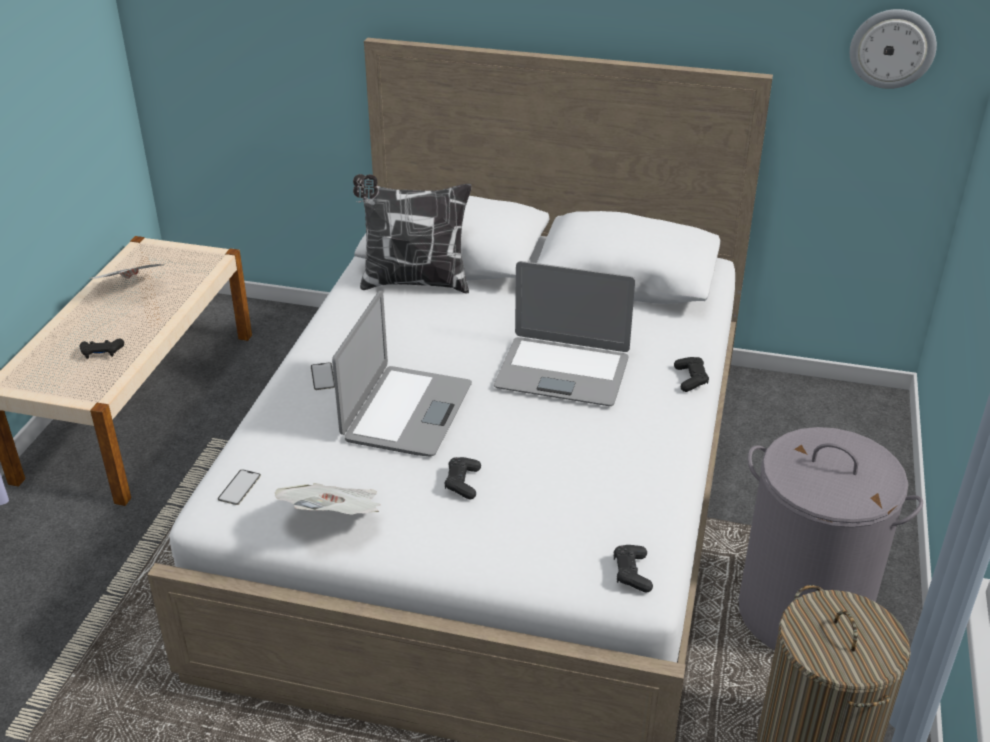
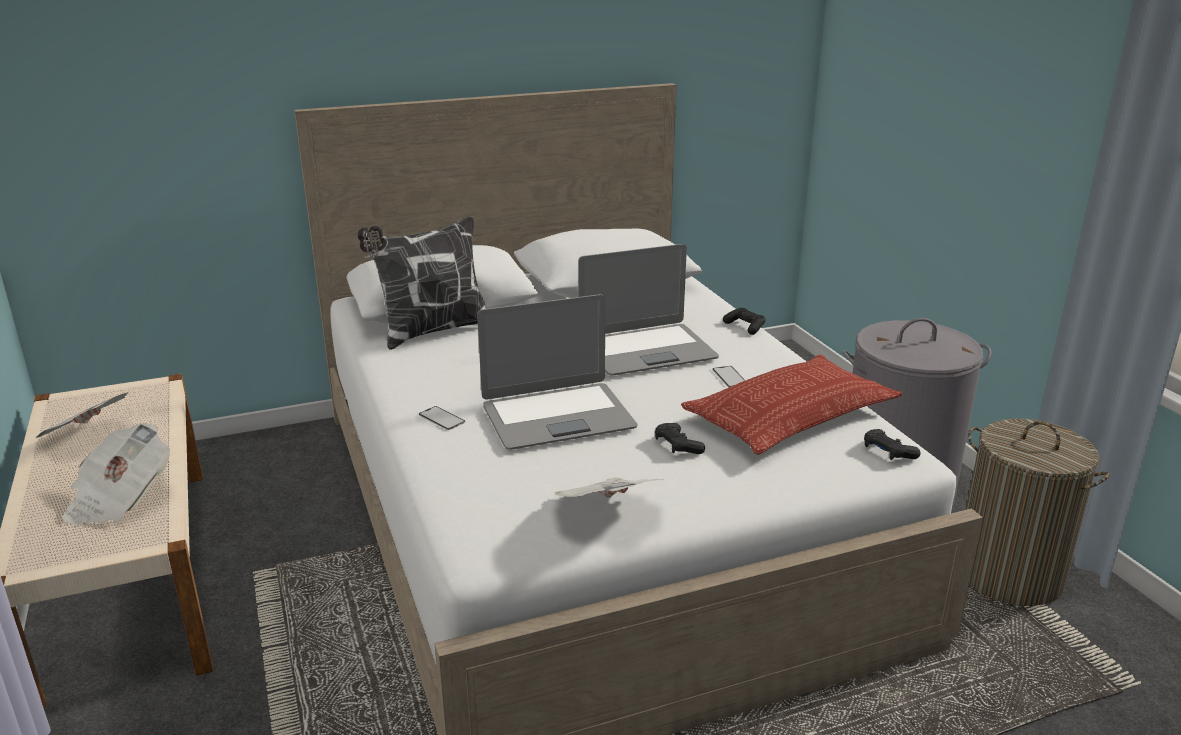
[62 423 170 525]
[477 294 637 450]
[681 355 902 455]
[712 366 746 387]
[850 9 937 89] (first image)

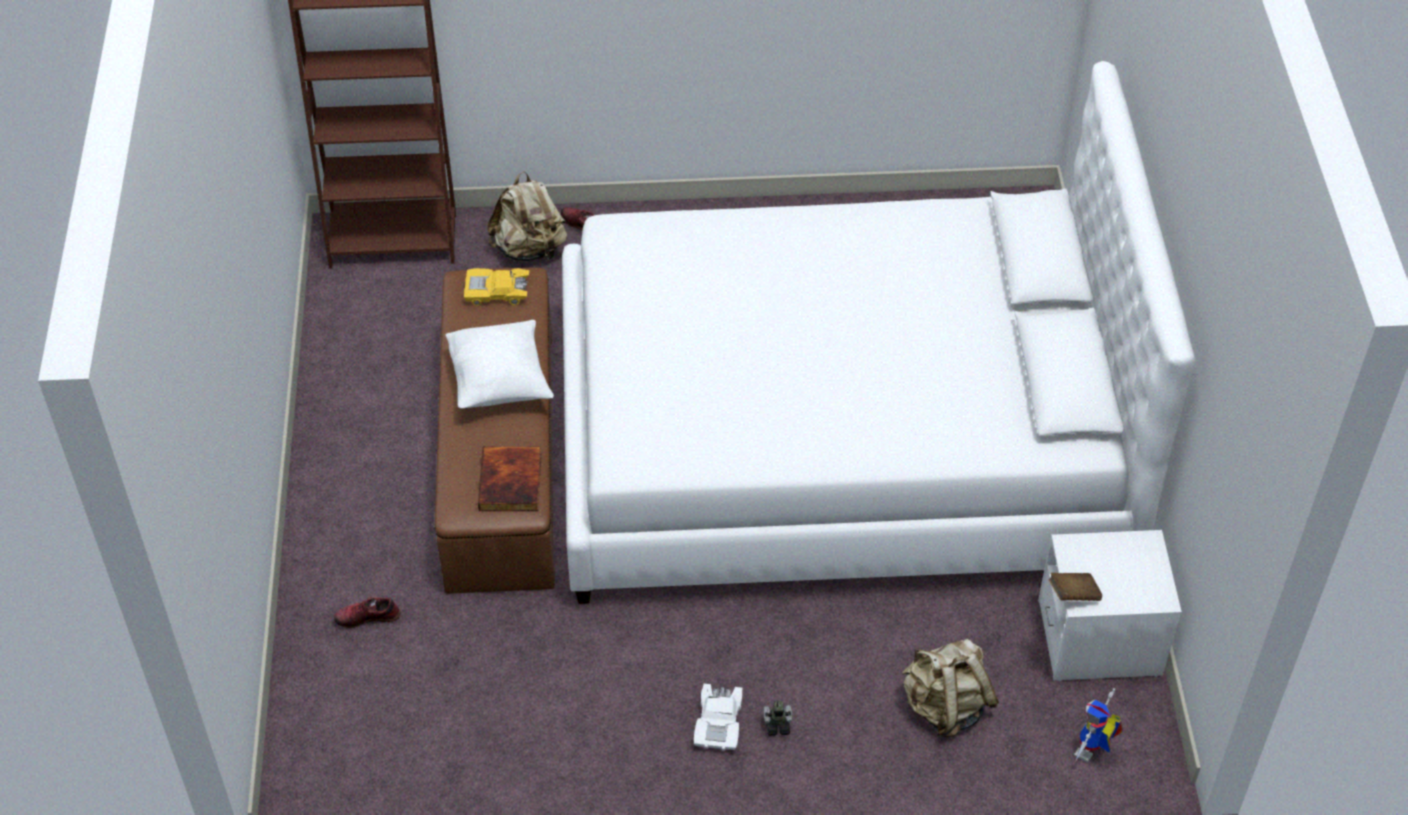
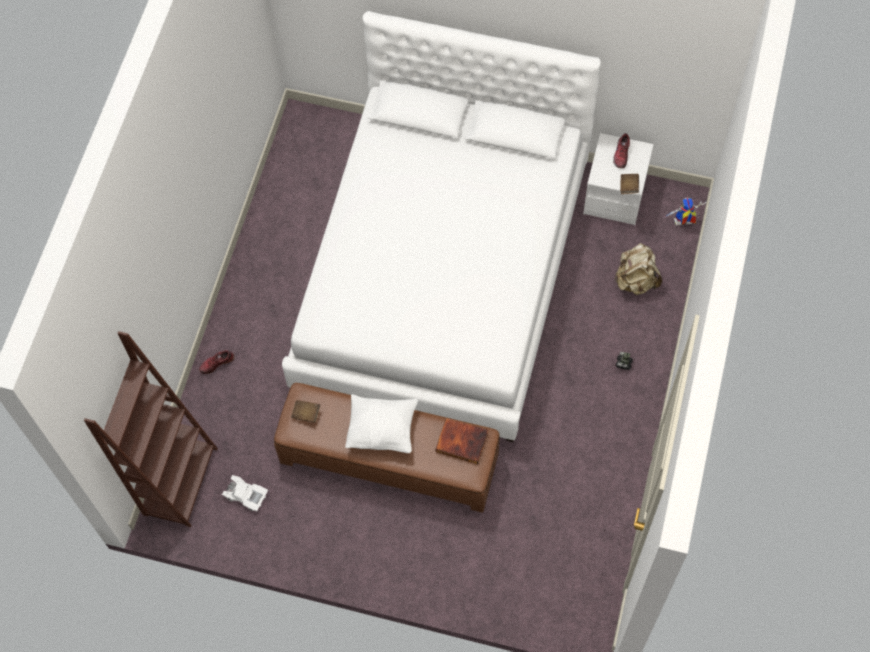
[222 475 268 511]
[291 400 320 423]
[613 133 630 168]
[665 198 706 226]
[487 171 567 262] (first image)

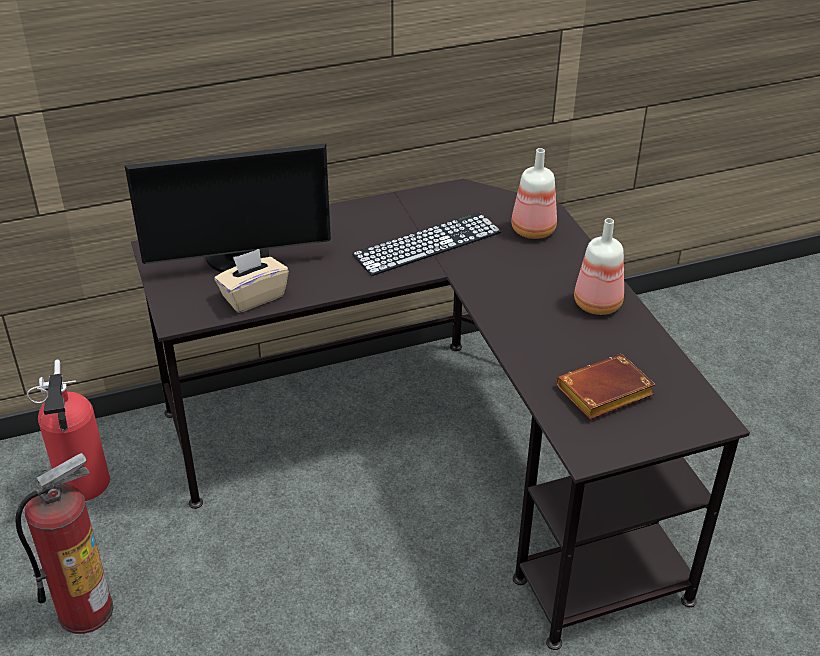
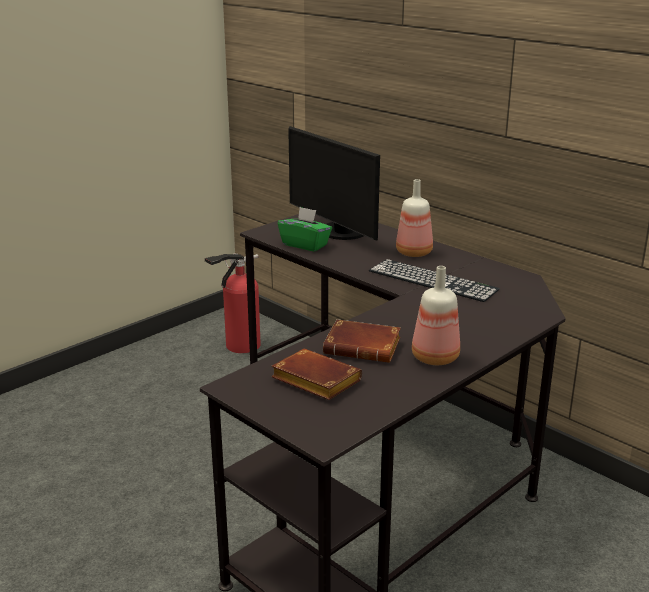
[278 207 332 251]
[323 319 401 363]
[396 179 433 257]
[16 453 114 634] (first image)

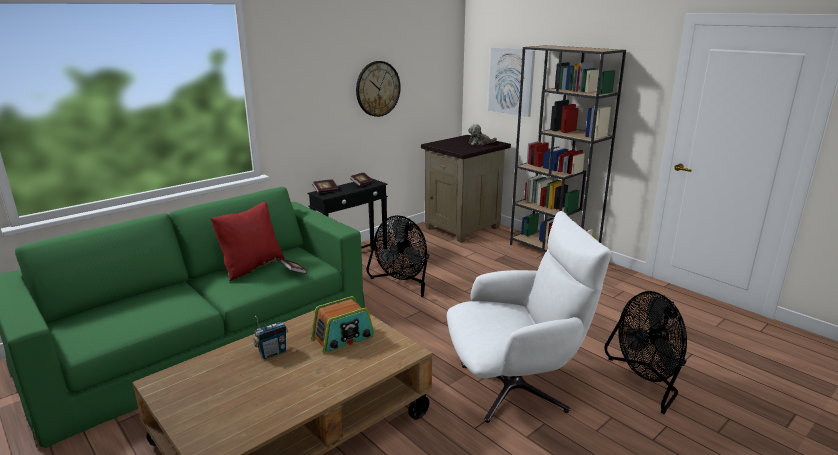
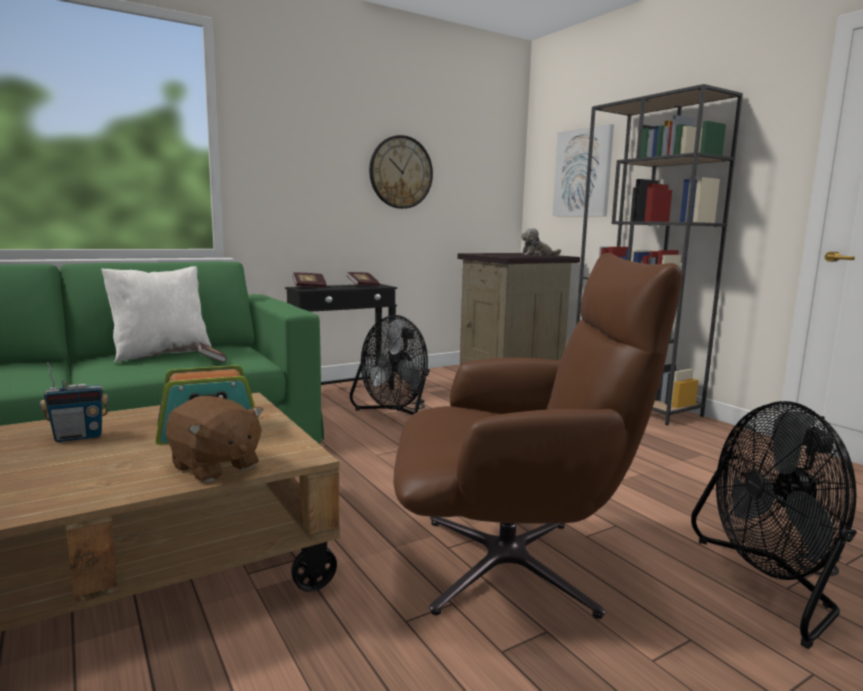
[101 266 212 363]
[166 396 263 482]
[394 253 682 619]

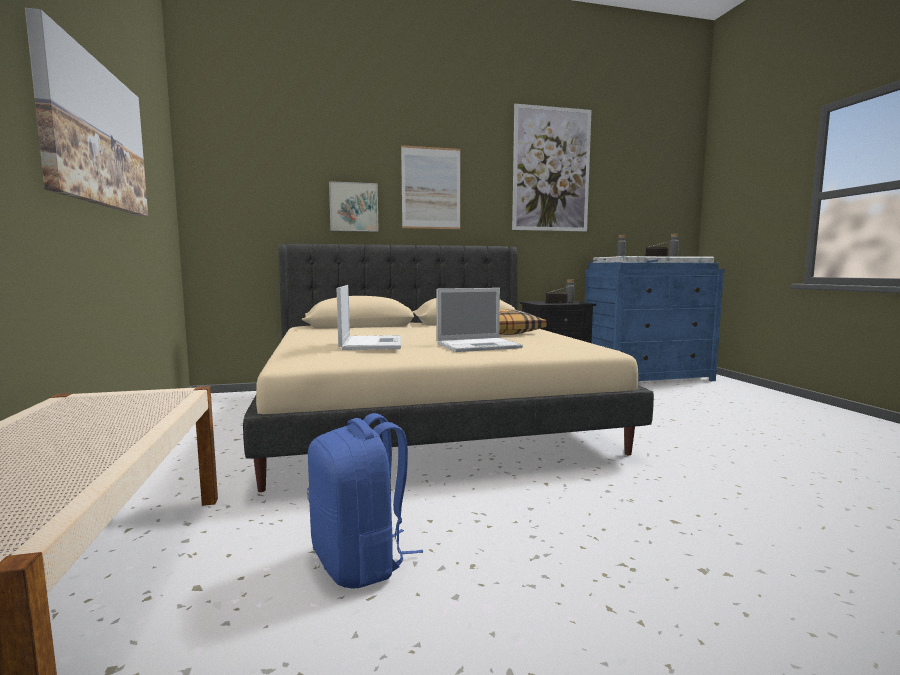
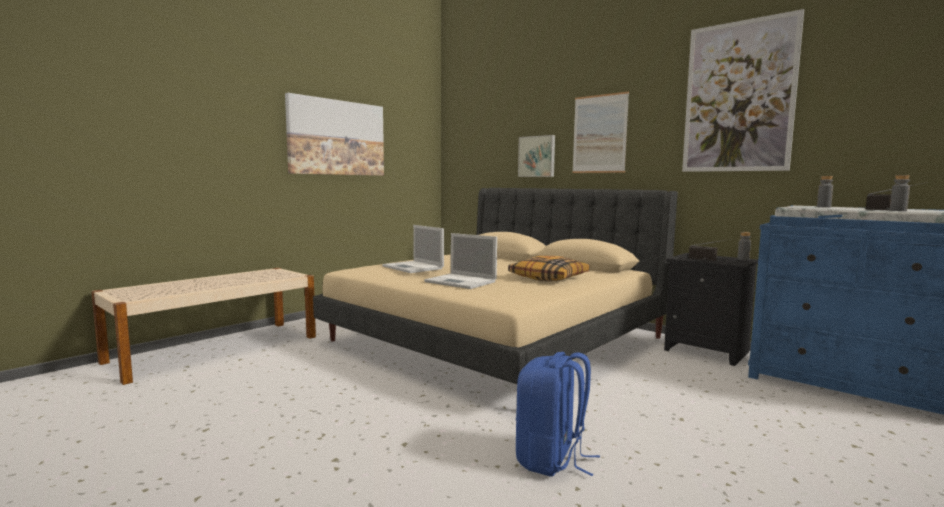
[382 225 444 273]
[516 352 600 477]

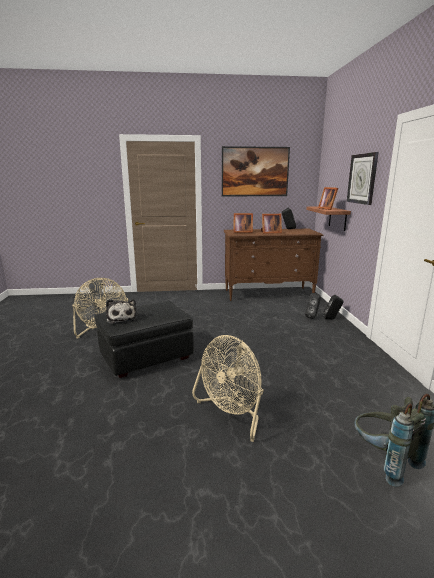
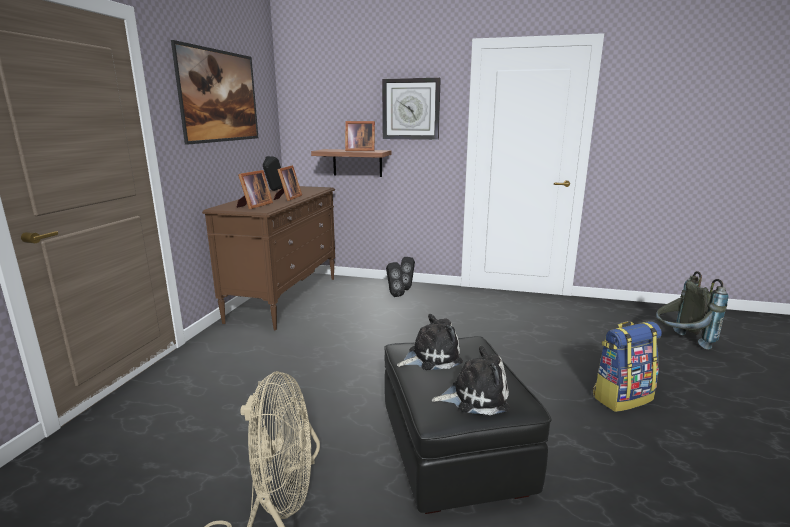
[397 314 463 370]
[593 321 662 412]

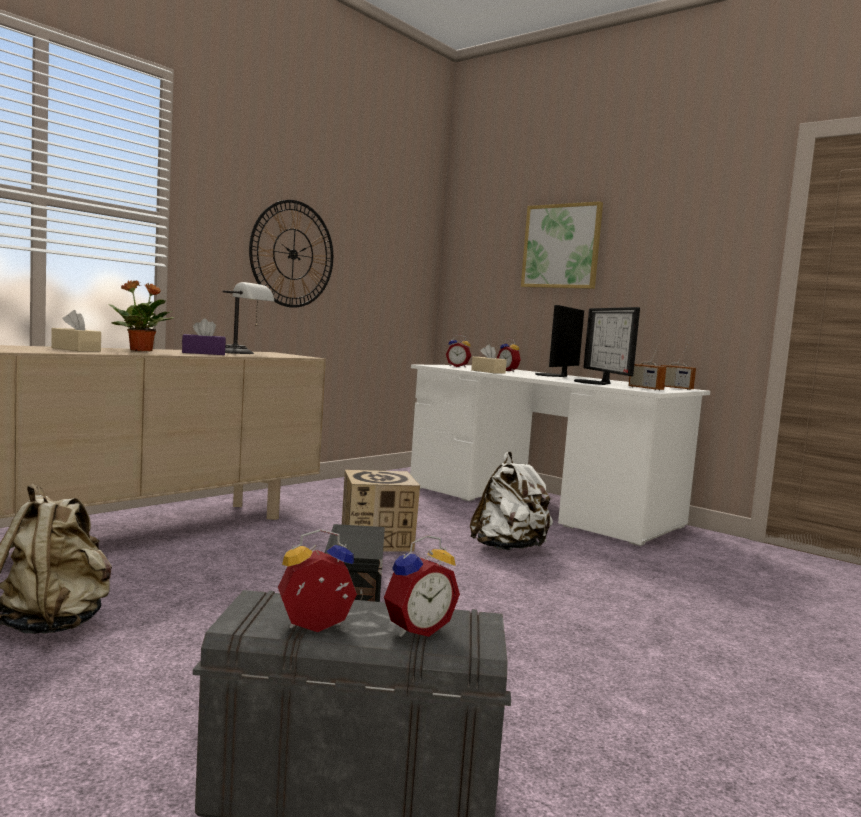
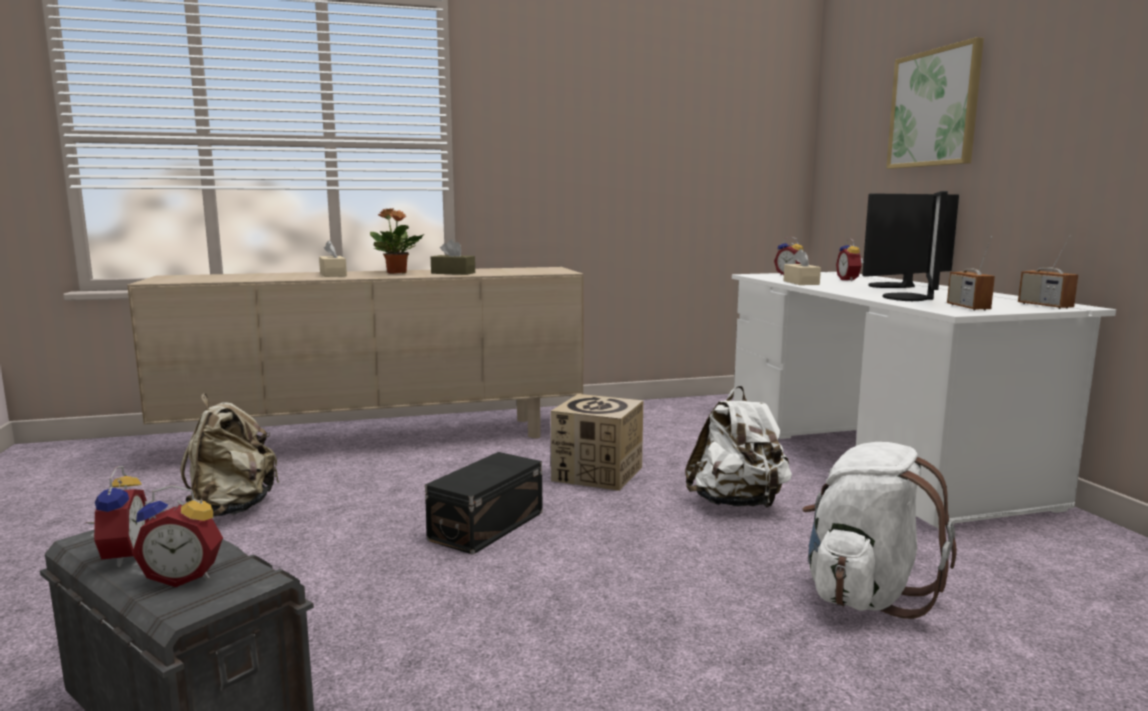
[86 466 149 567]
[431 239 475 275]
[802 442 957 619]
[222 282 274 354] (first image)
[249 200 333 308] (first image)

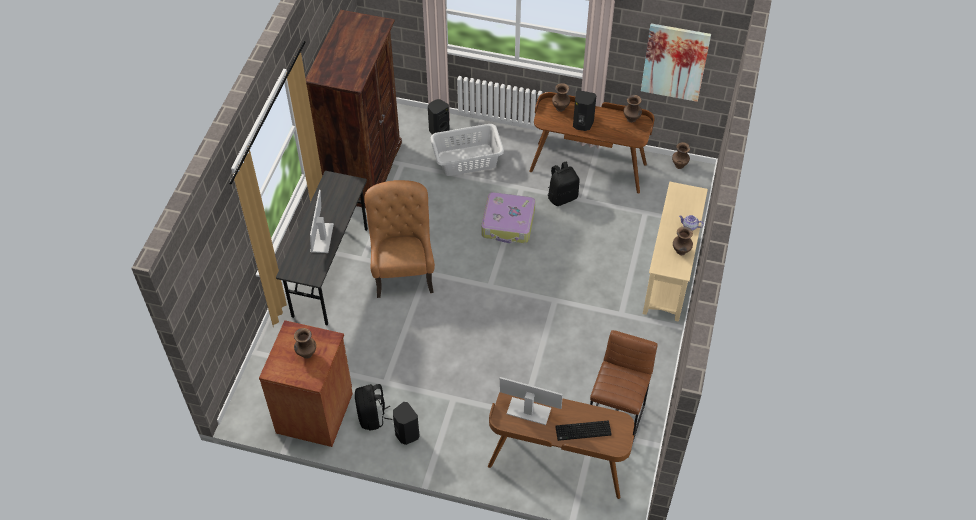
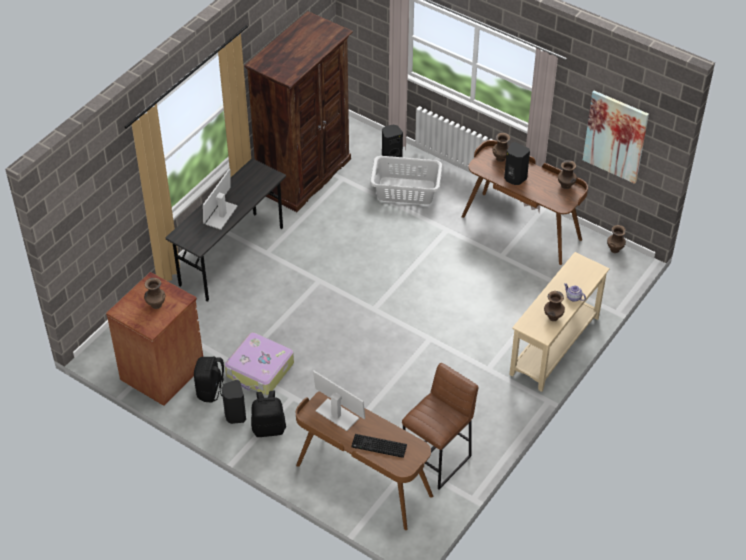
[225 332 294 395]
[251 391 286 437]
[364 180 435 298] (first image)

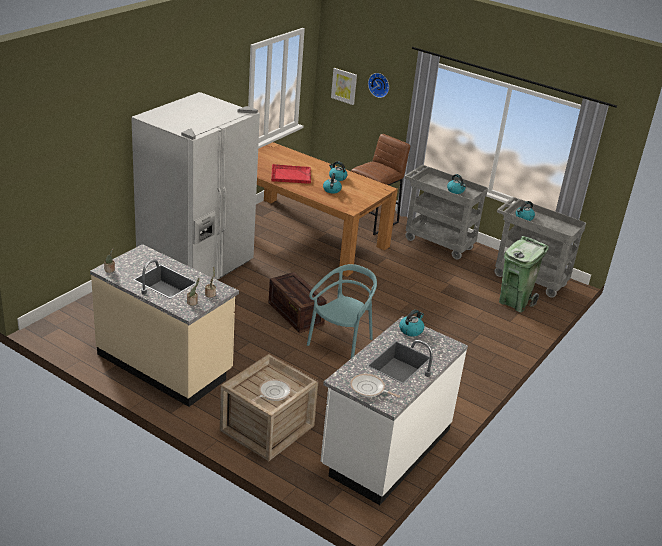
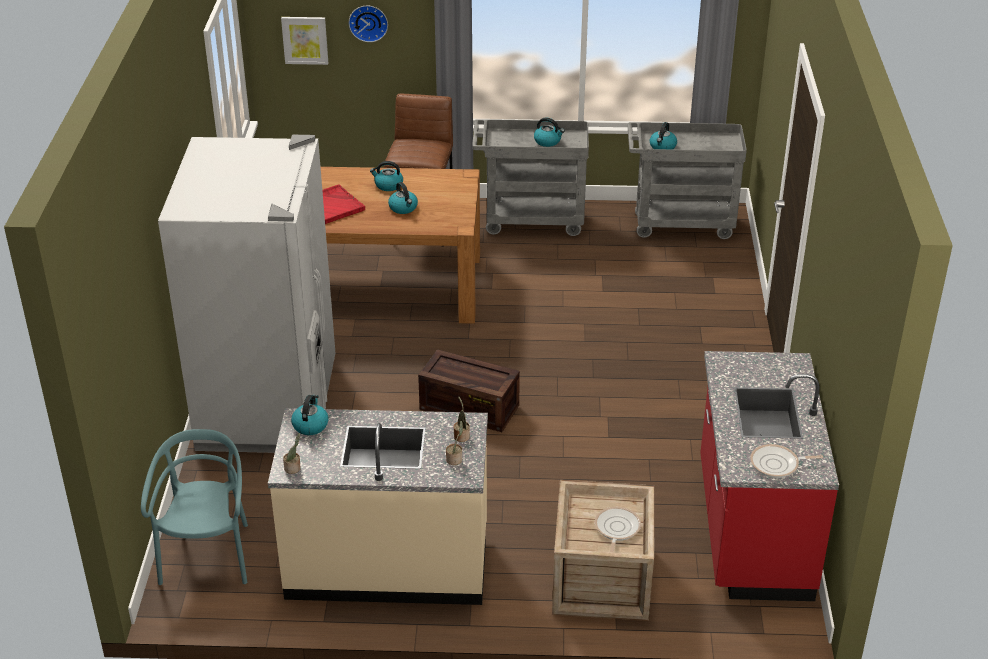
[141 429 248 585]
[291 395 329 435]
[700 351 839 601]
[499 236 549 313] (first image)

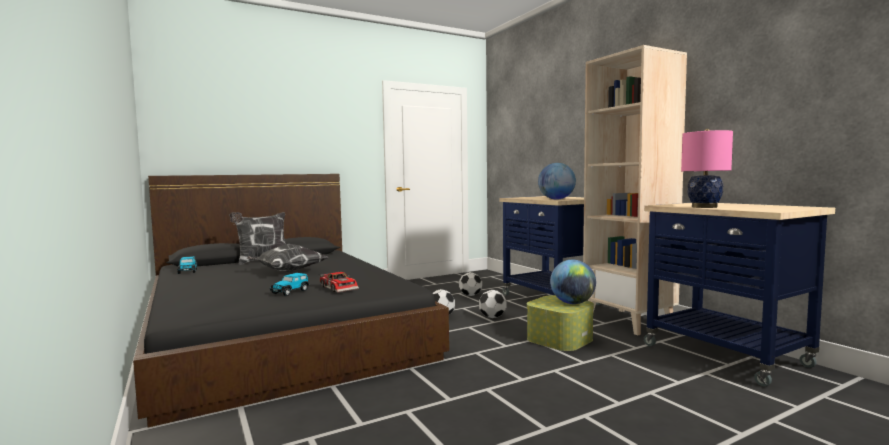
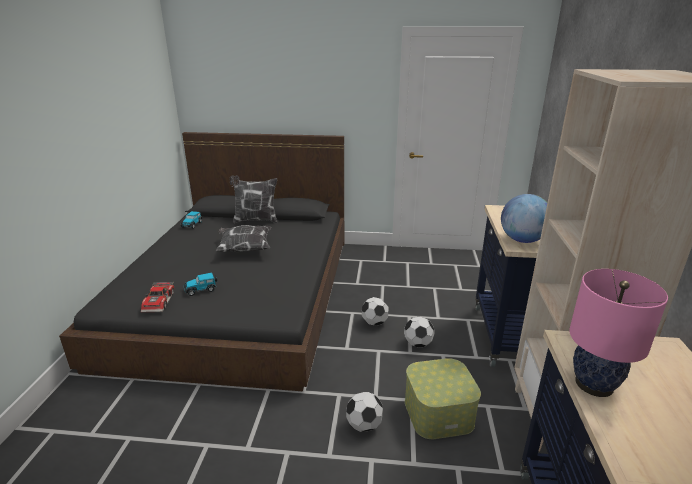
[141 282 174 312]
[346 392 383 432]
[550 260 596 304] (first image)

